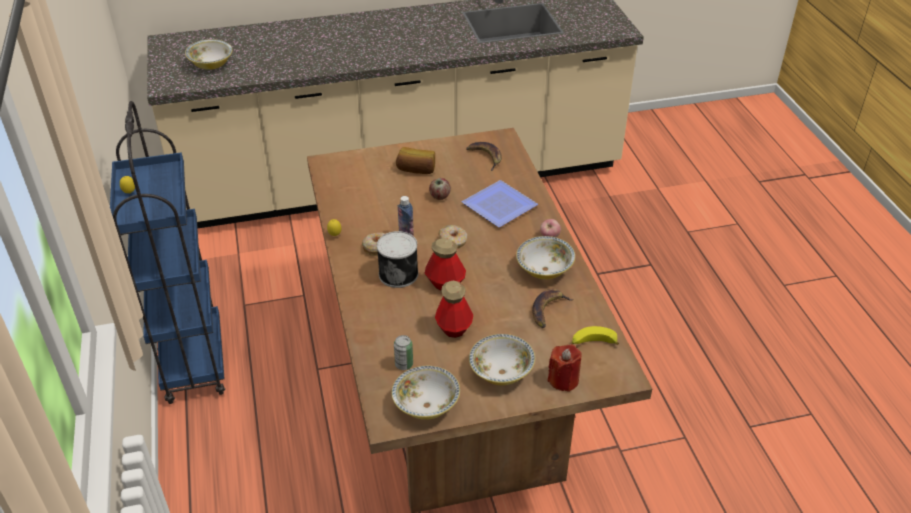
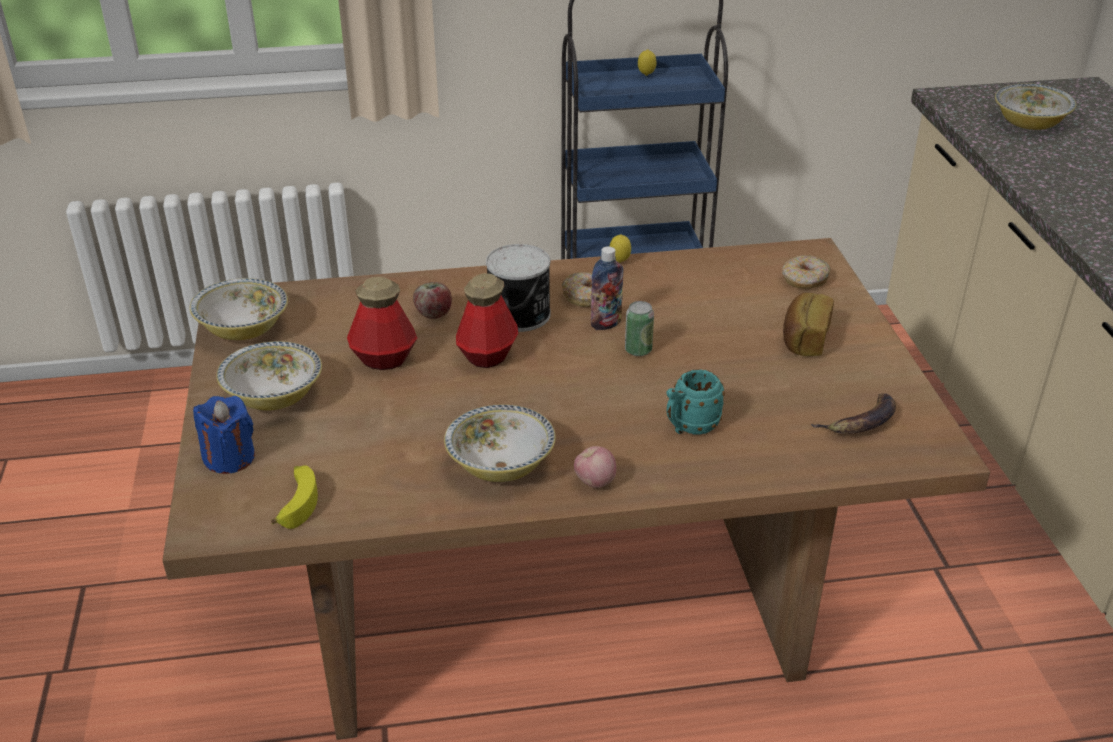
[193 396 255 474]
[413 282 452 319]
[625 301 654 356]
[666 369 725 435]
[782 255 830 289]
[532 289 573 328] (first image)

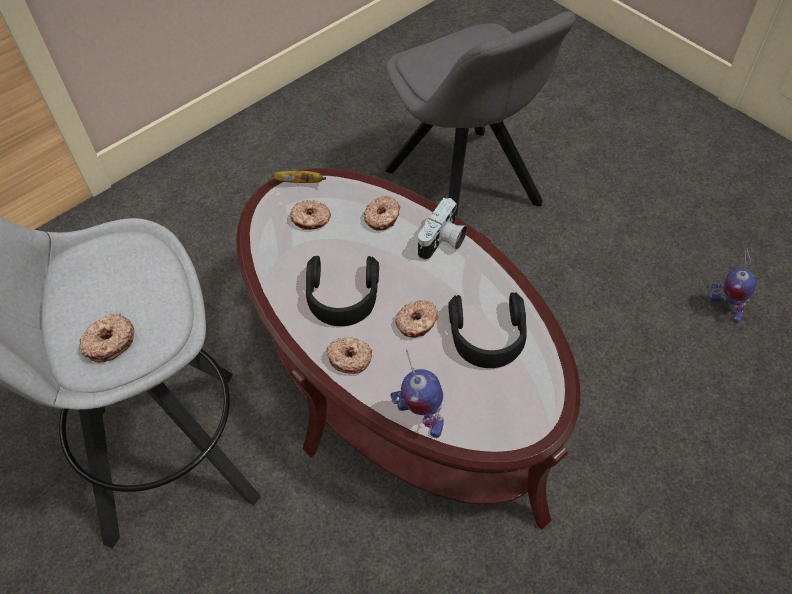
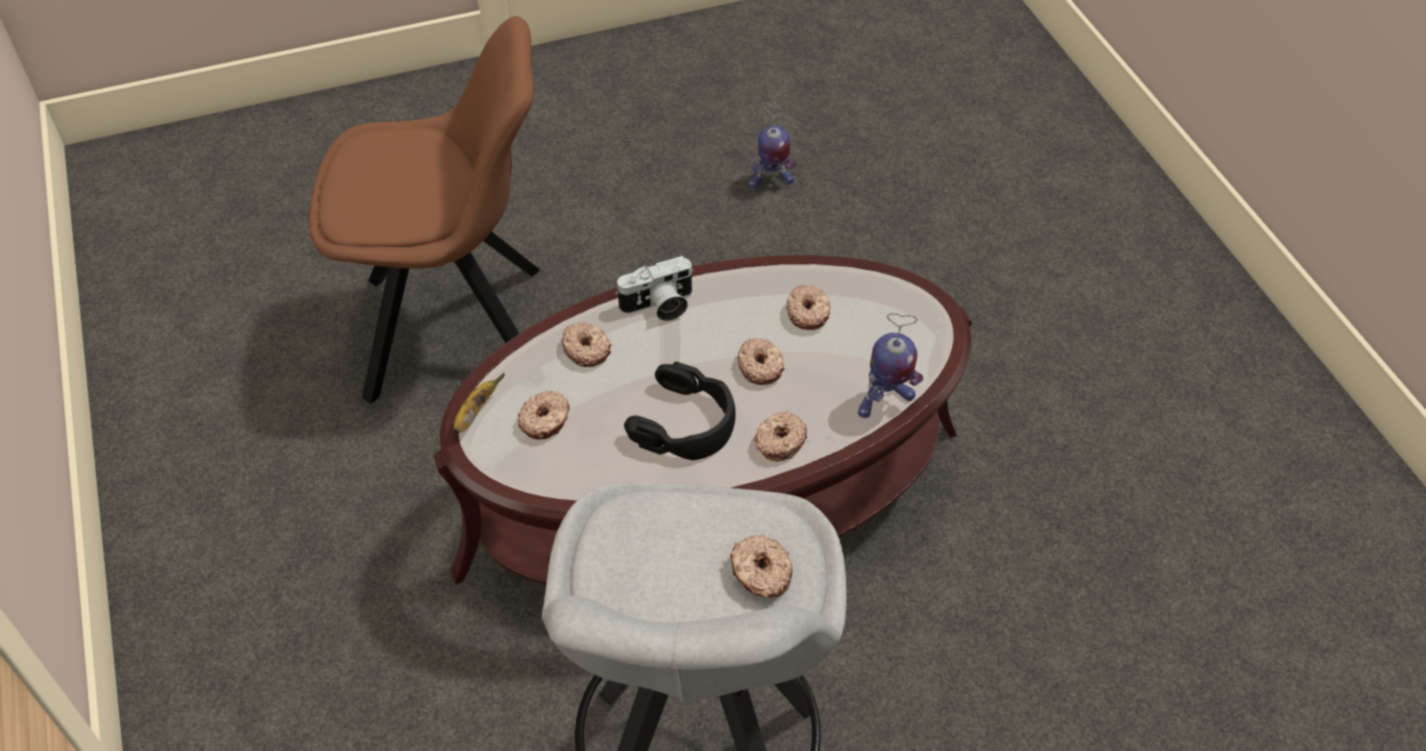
[309 16 540 404]
[615 256 694 321]
[786 285 830 330]

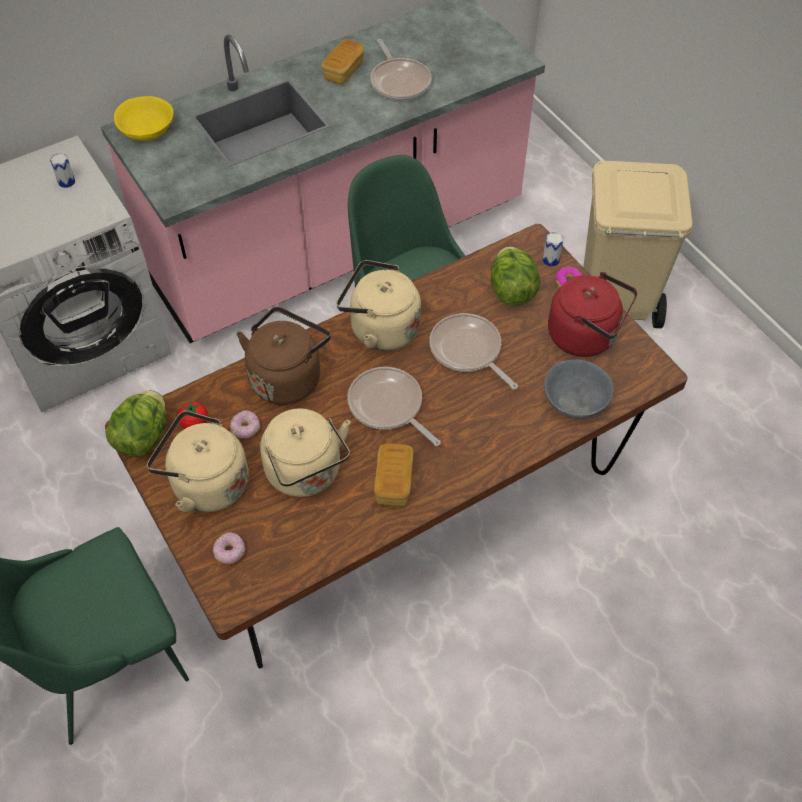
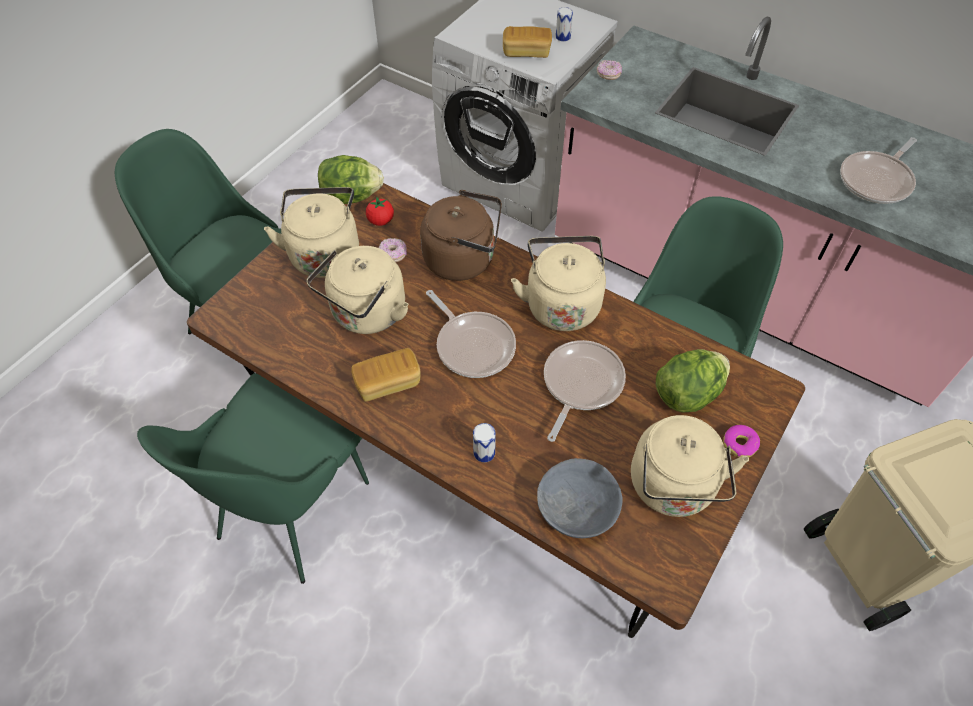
[137 373 369 584]
[426 290 516 378]
[473 423 496 462]
[503 26 552 58]
[597 60 622 80]
[631 415 749 517]
[114 96 174 141] (first image)

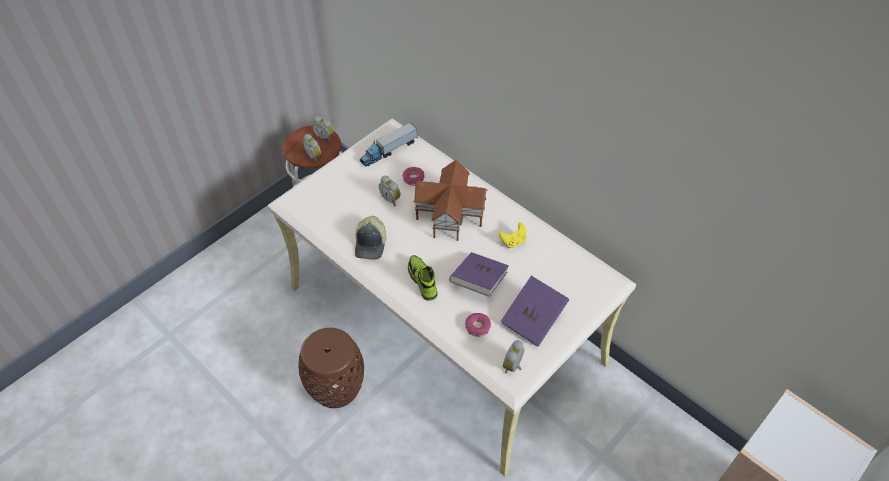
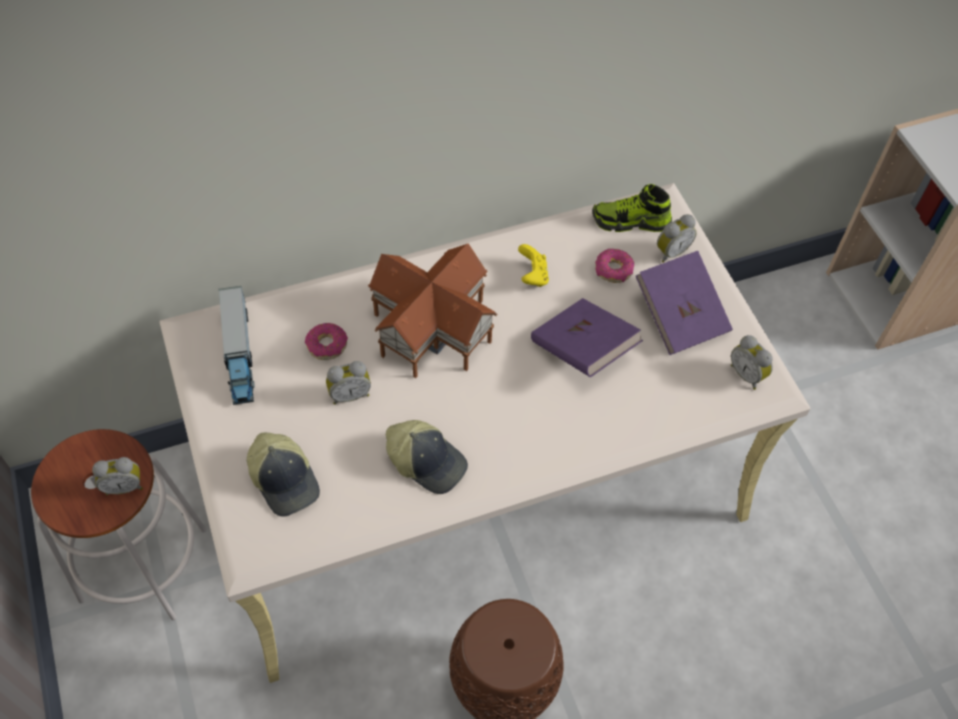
[246 432 320 517]
[592 184 672 232]
[595 249 634 283]
[657 214 697 263]

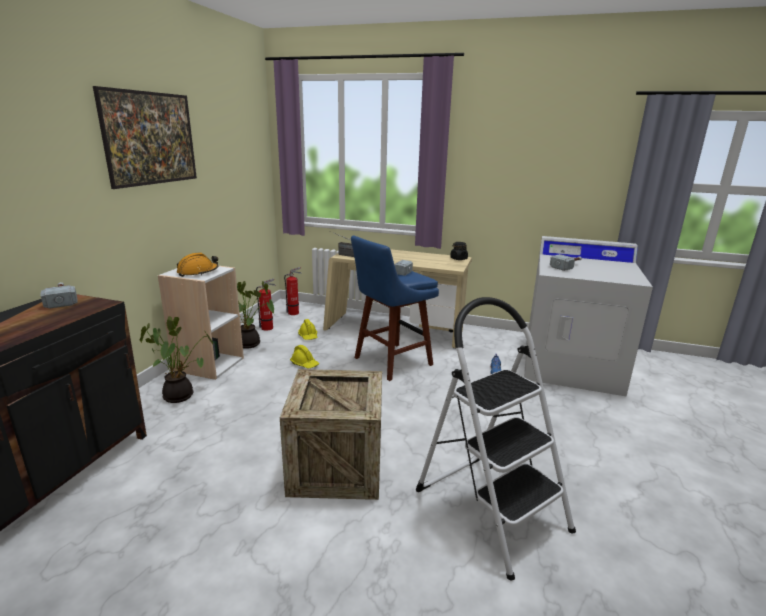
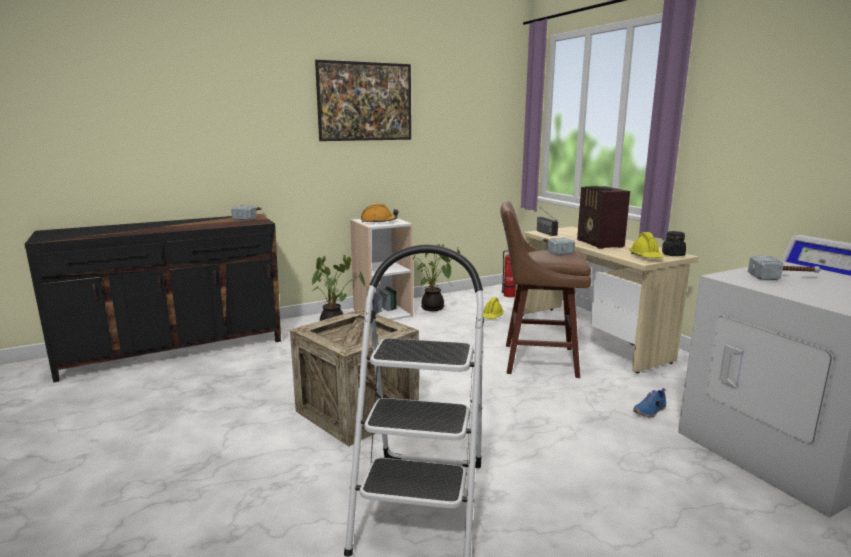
[500 201 591 378]
[577 186 630 249]
[630 232 664 258]
[256 278 276 331] (first image)

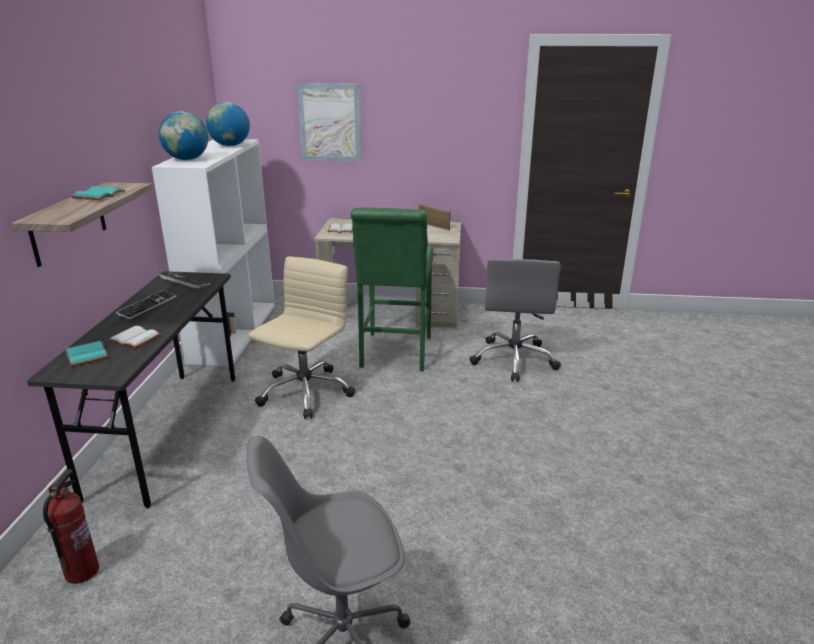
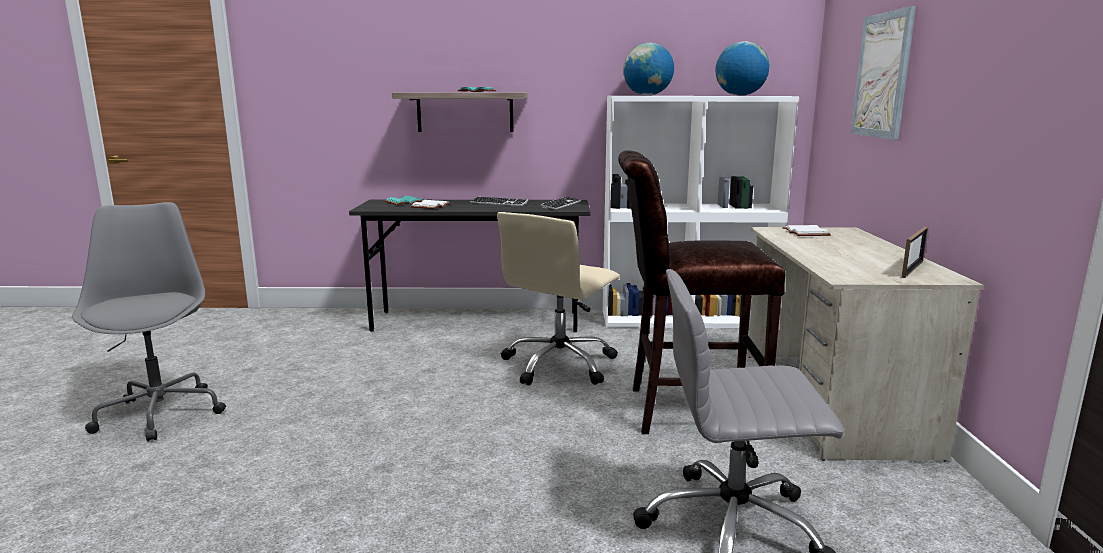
[497 212 620 385]
[618 150 785 434]
[43 469 99 584] (first image)

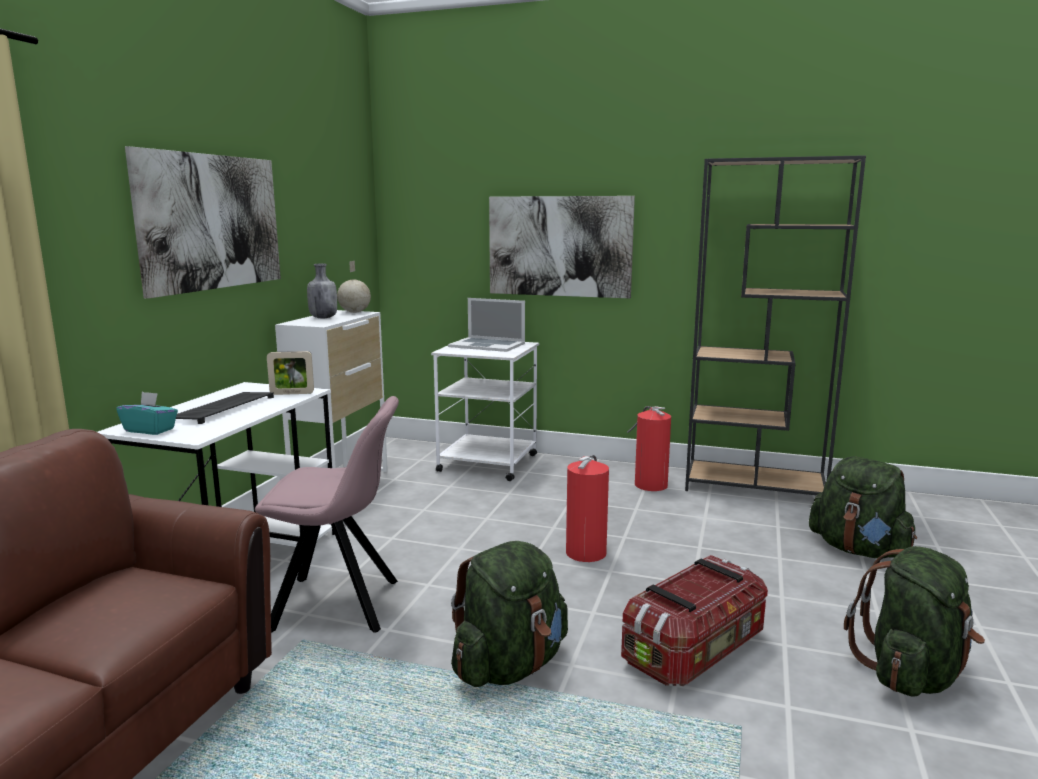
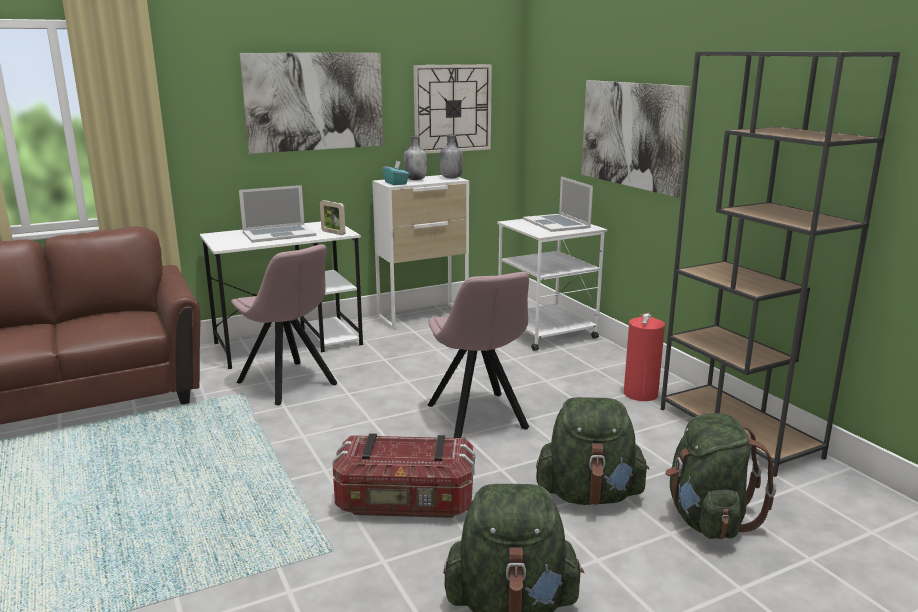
[239 185 316 243]
[383 160 409 185]
[413 64 492 154]
[427 272 529 438]
[440 134 463 179]
[536 397 650 505]

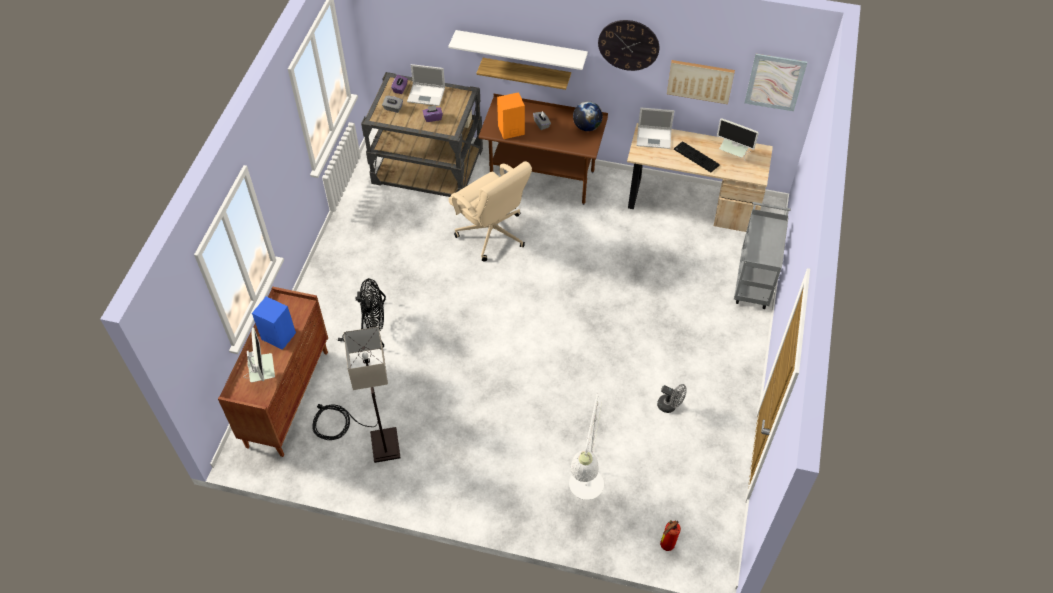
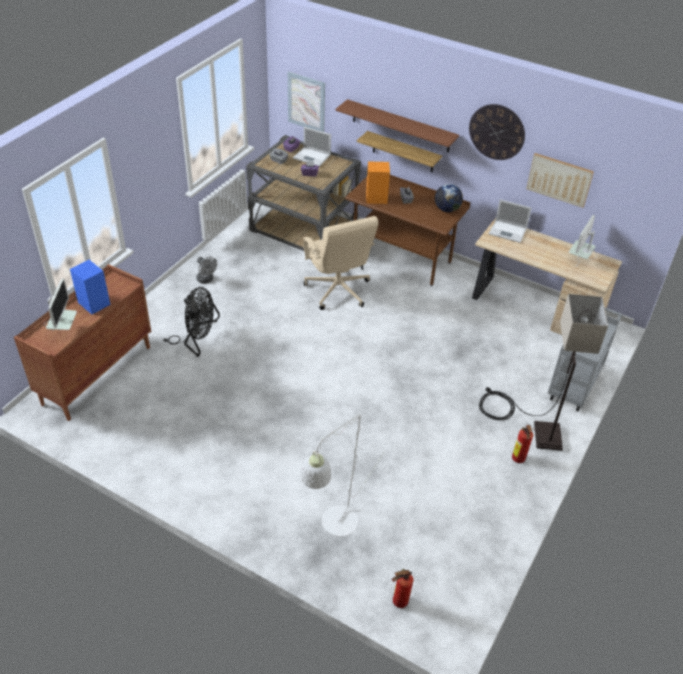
[196 257 217 284]
[288 72 325 132]
[335 99 459 153]
[479 294 608 451]
[512 425 533 463]
[569 215 597 268]
[674 141 720 172] (first image)

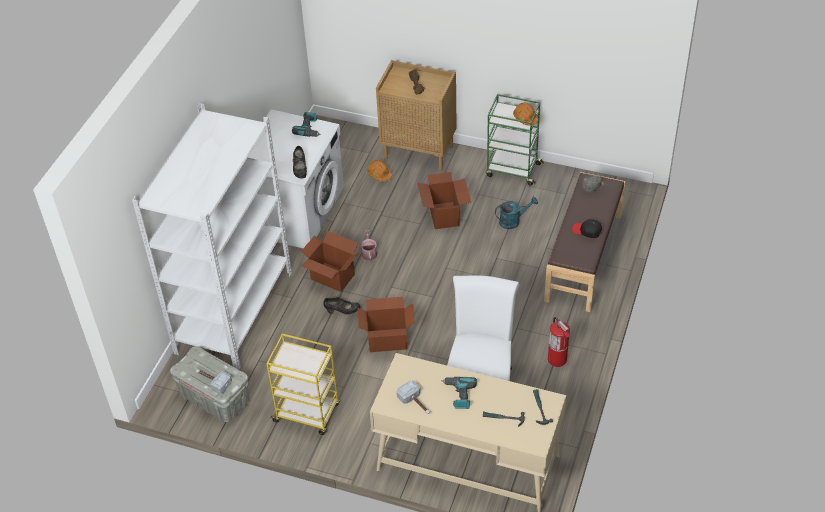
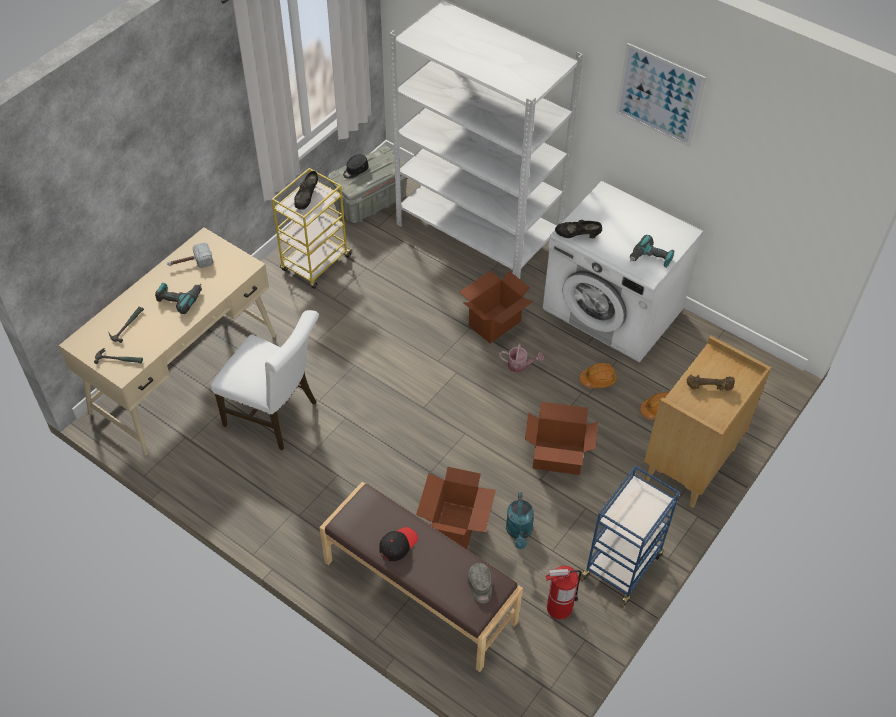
[294 171 318 210]
[343 154 369 179]
[416 467 496 549]
[546 566 582 619]
[580 363 617 388]
[580 465 680 608]
[616 43 706 147]

